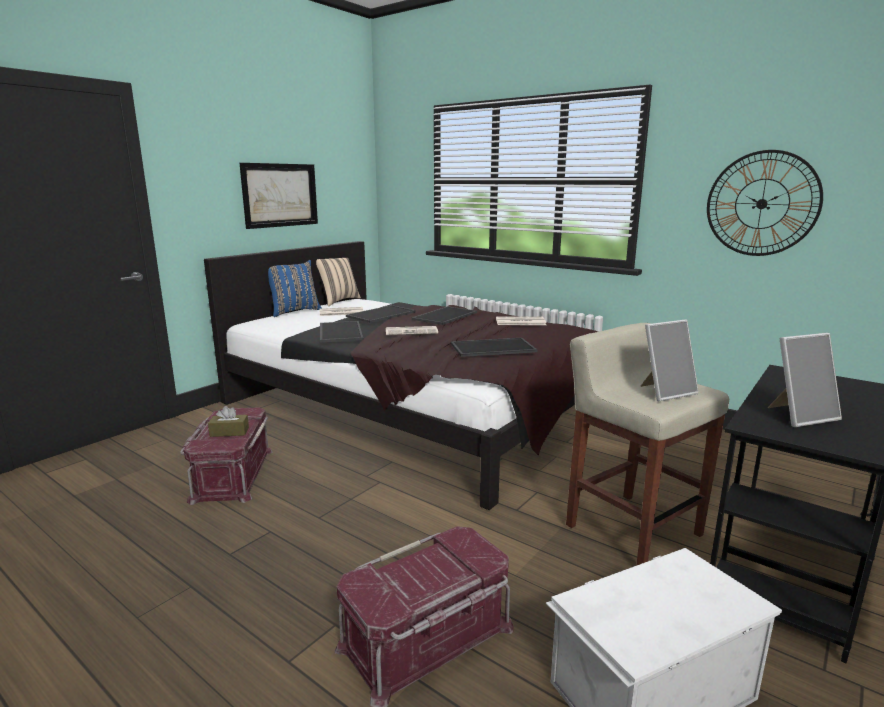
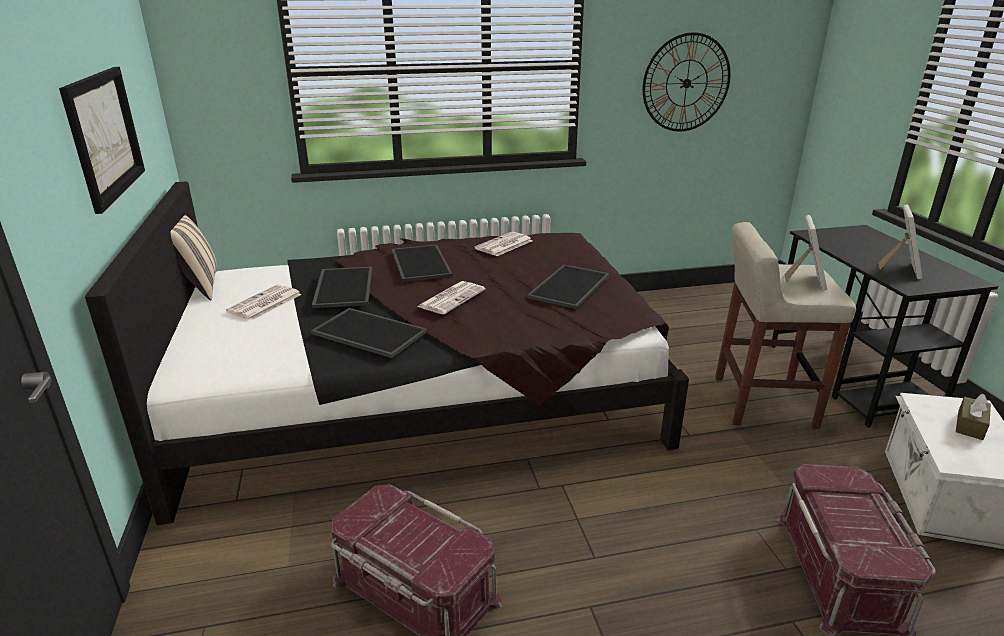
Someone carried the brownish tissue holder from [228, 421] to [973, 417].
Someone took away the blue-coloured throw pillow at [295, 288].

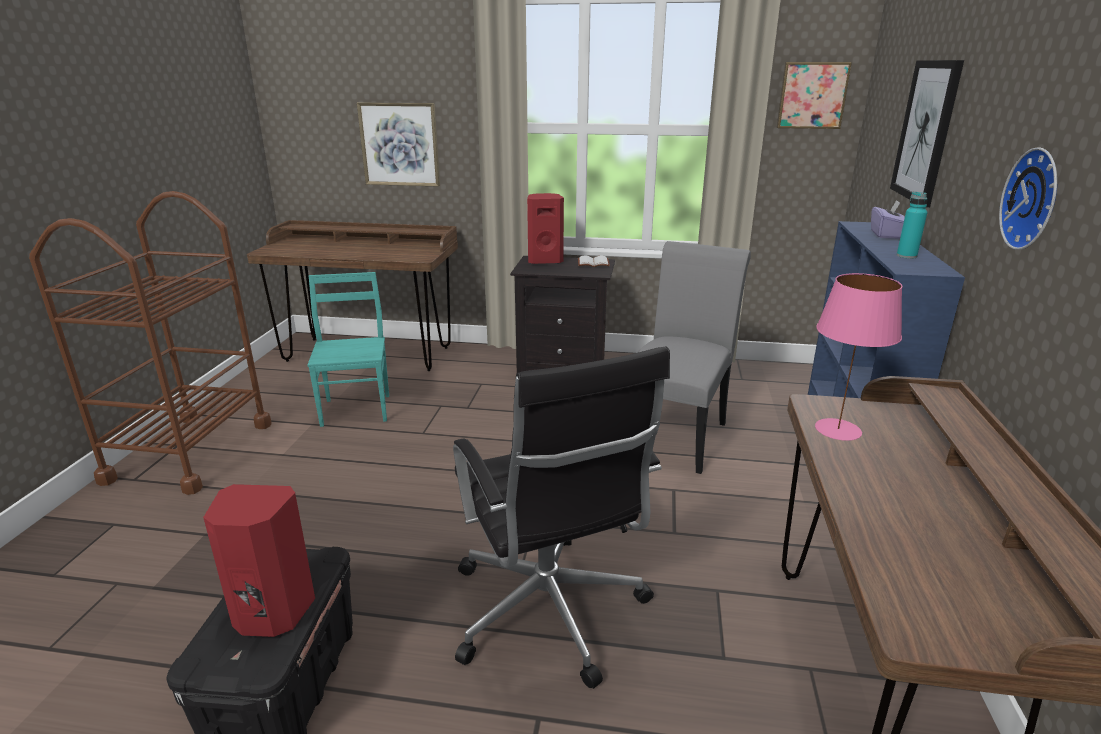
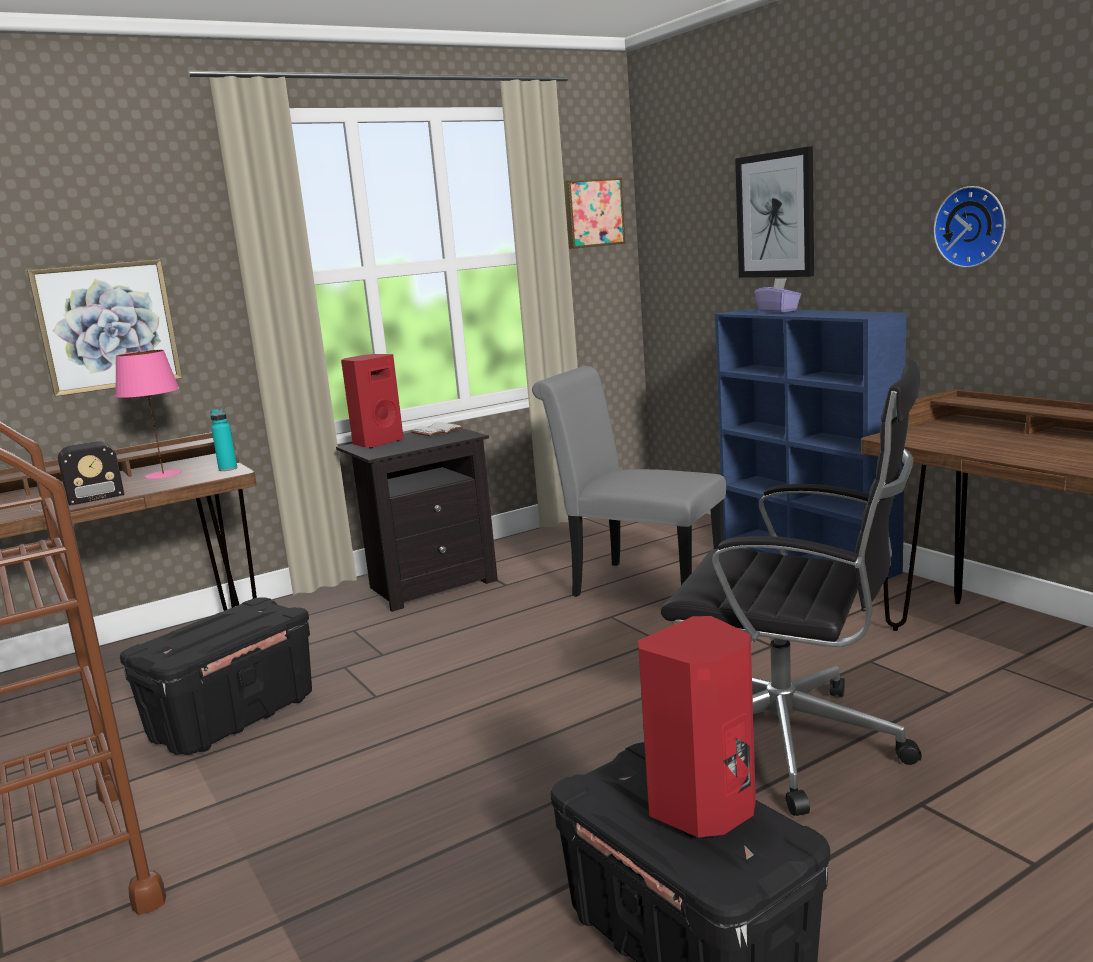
Someone swapped the blue-green upright chair at [348, 349] for the black storage bin at [216, 676].
Someone rotated the gray upright chair at [694, 357] by 45 degrees counterclockwise.
Someone carried the pink lamp for a table from [858, 357] to [148, 414].
Someone carried the blue-green bottle from [912, 225] to [224, 440].
Someone put down the radio at [77, 476].

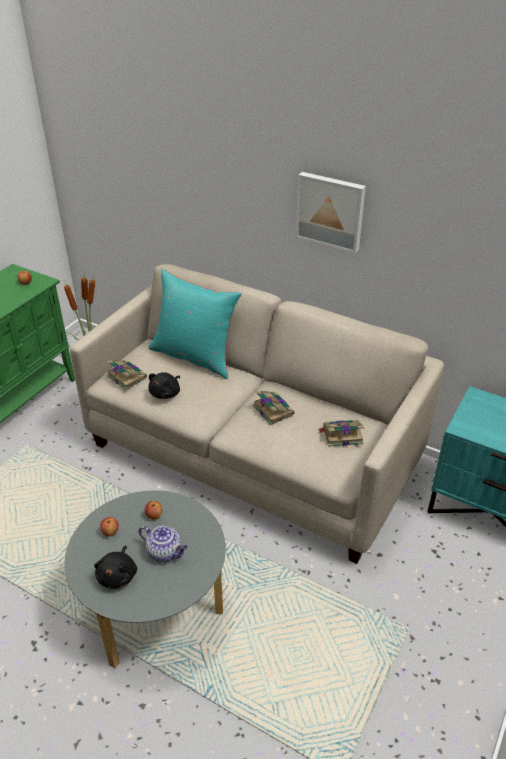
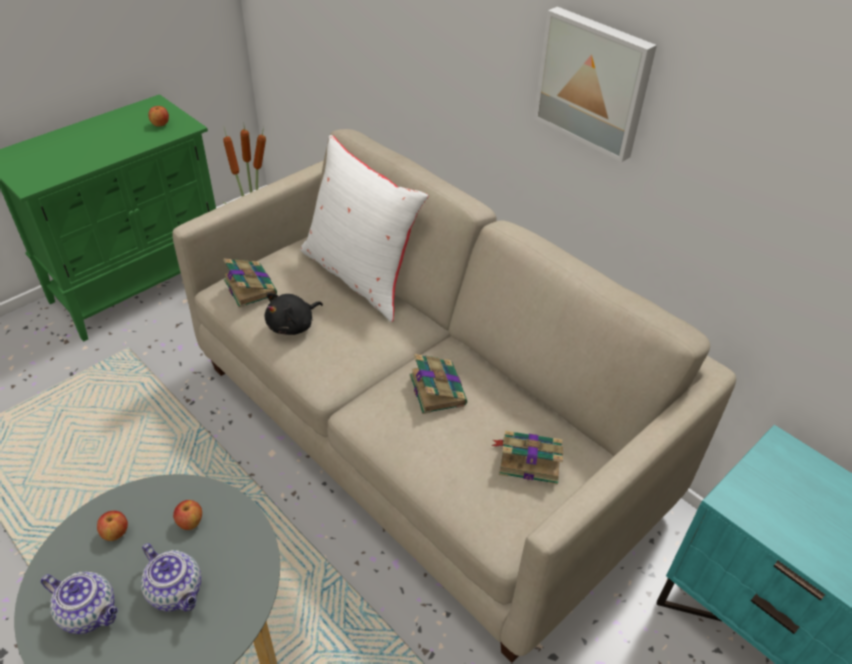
Someone swapped the black plush toy at [115, 567] for the pot for tea at [79, 602].
Someone repainted the blue-green throw pillow at [195, 324], which became the whitish throw pillow at [364, 228].

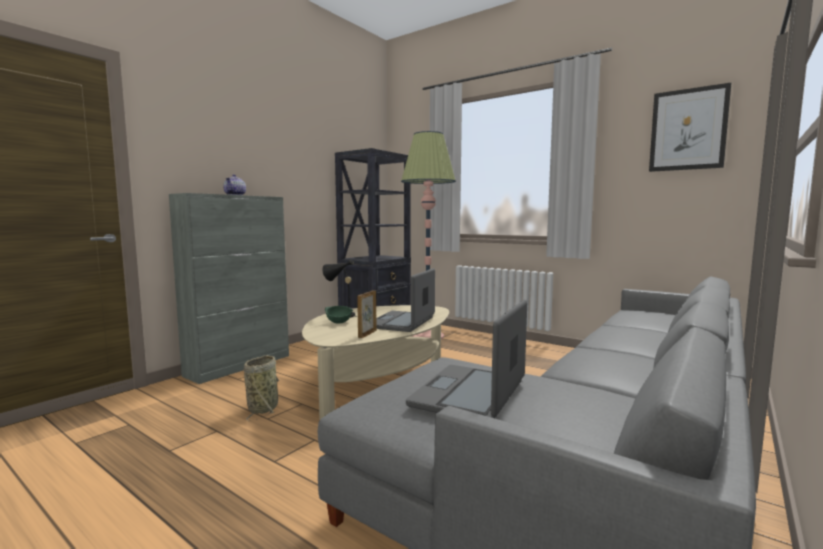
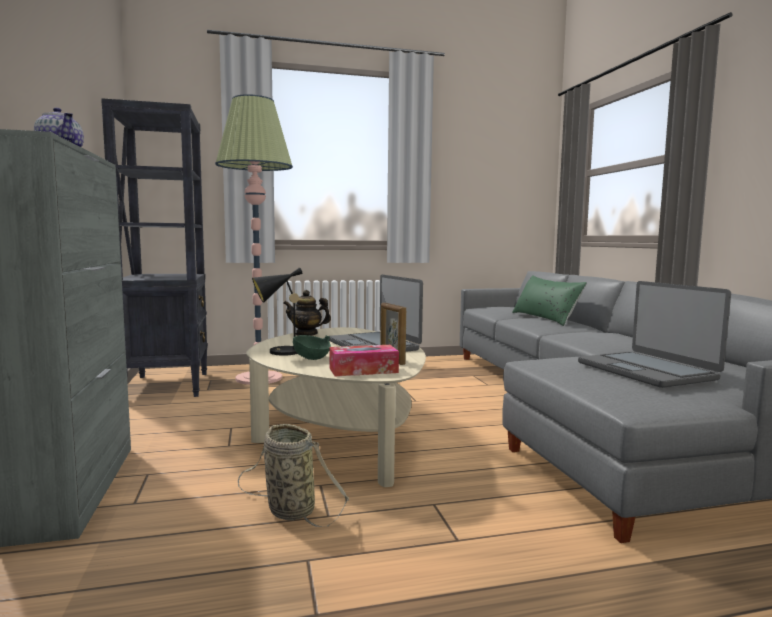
Someone took away the picture at [690, 127].
Someone put down the pot for tea at [307, 313].
Someone put down the tissue holder at [364, 360].
Someone put down the greenish throw pillow at [549, 300].

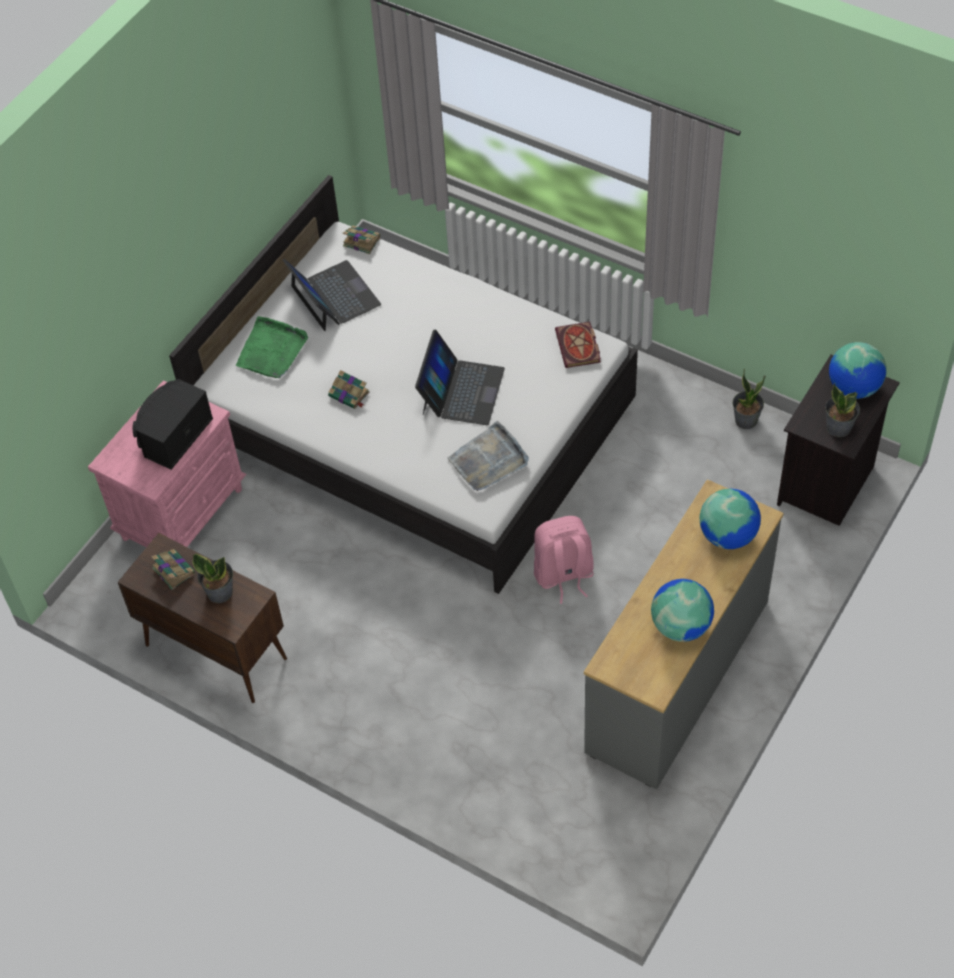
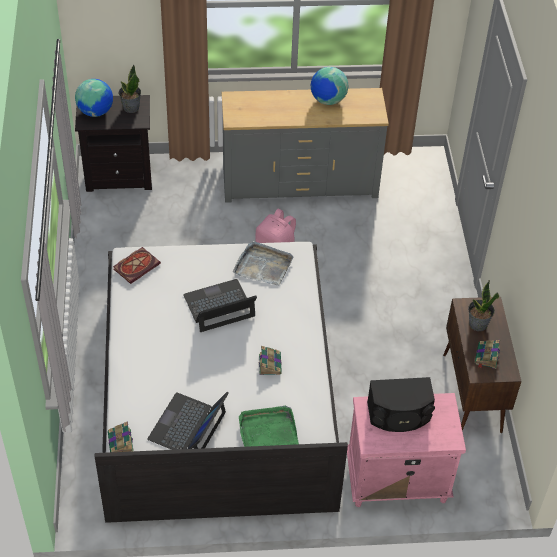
Someone took away the globe at [730, 519].
Someone took away the potted plant at [749, 399].

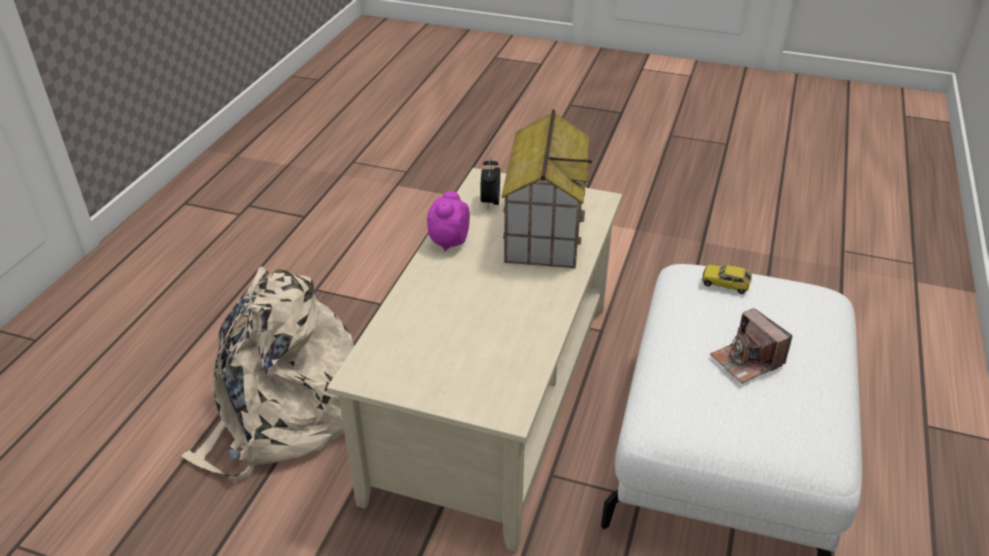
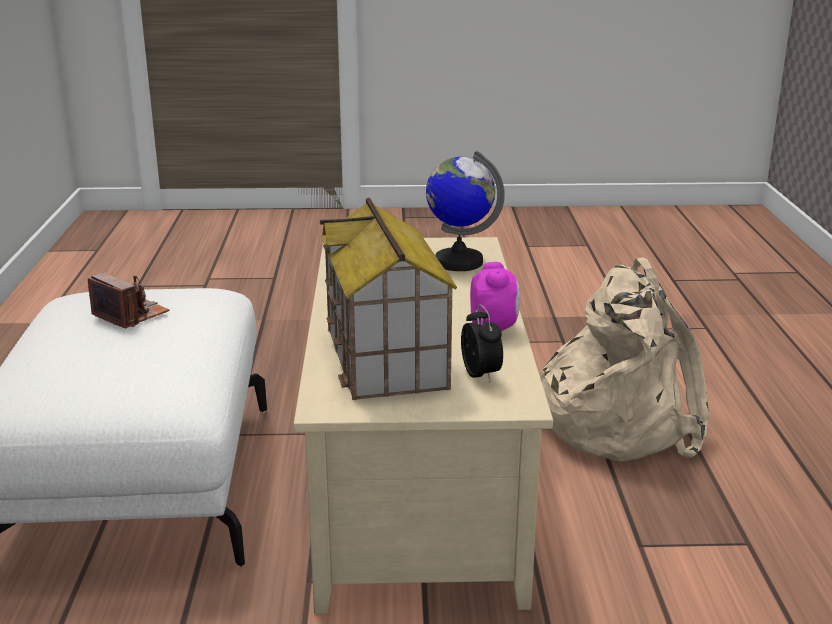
Someone took away the toy car at [727, 279].
Someone put down the globe at [465, 211].

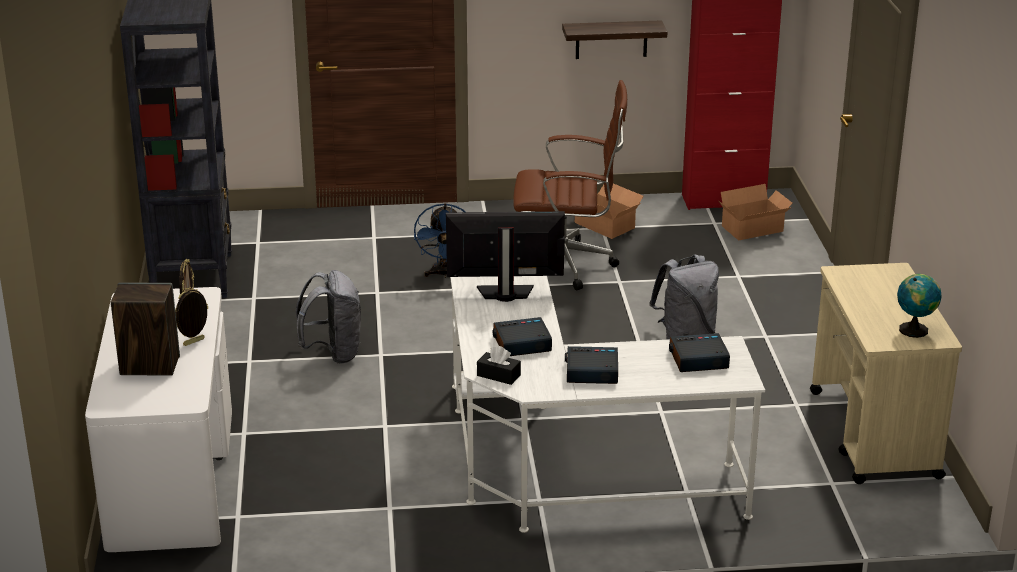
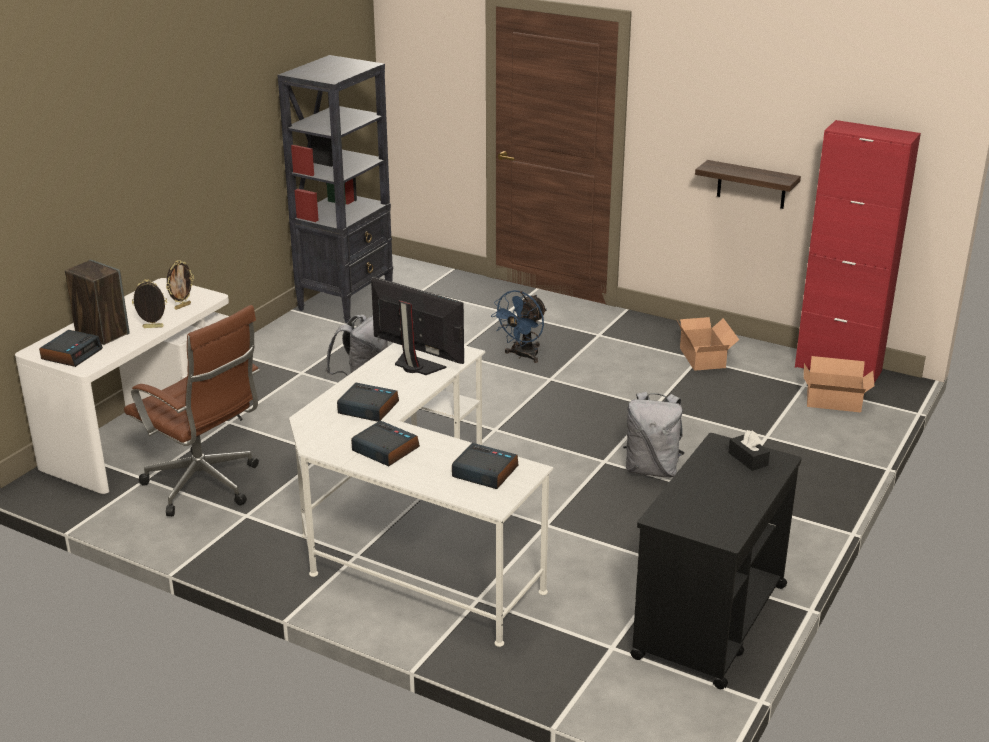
Someone carried the black tissue holder from [499, 365] to [749, 450].
Someone carried the brownish desk chair from [570, 185] to [192, 410].
Someone repainted the beige-coloured trolley at [886, 373], which became the black trolley at [716, 561].
Someone took away the globe at [919, 306].
Someone put down the bedside clock at [71, 348].

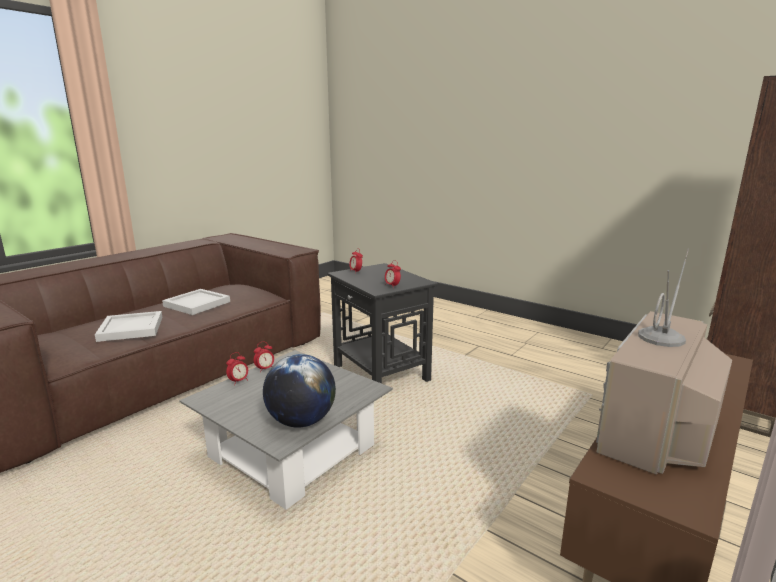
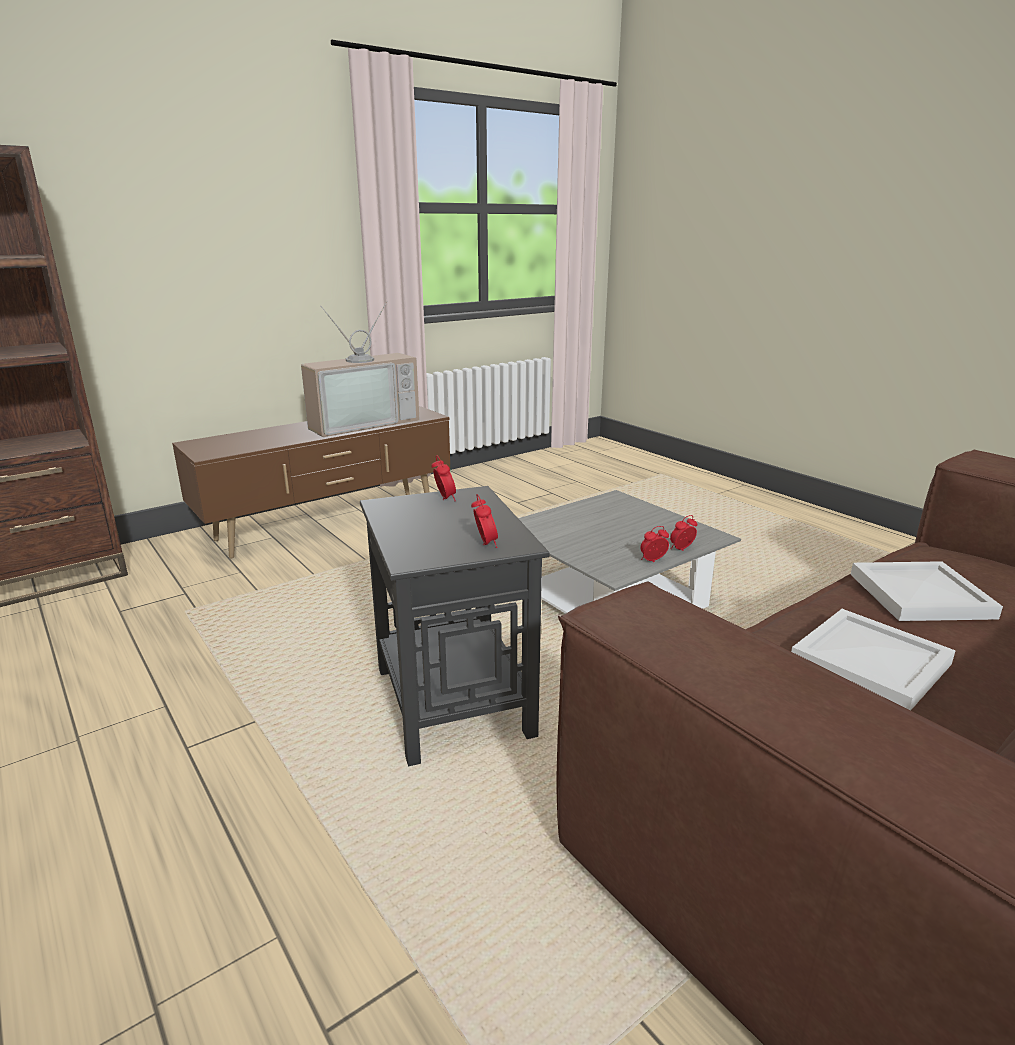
Someone took away the globe at [299, 391].

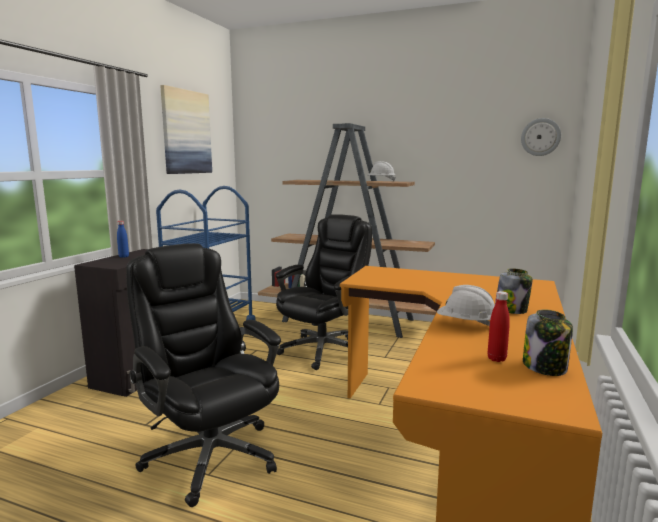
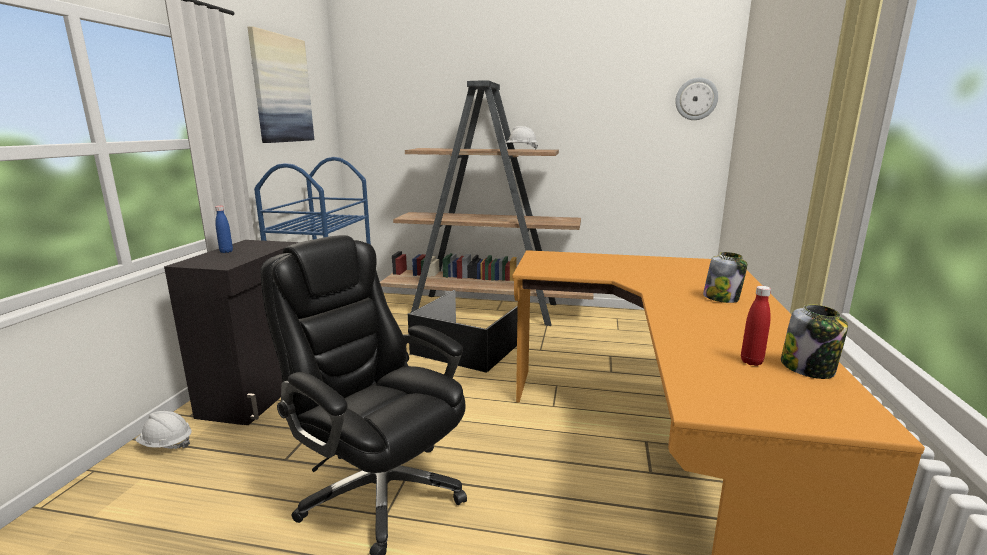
Someone swapped the black desk chair at [324, 292] for the black storage bin at [463, 331].
Someone carried the whitish work helmet from [466, 305] to [163, 430].

